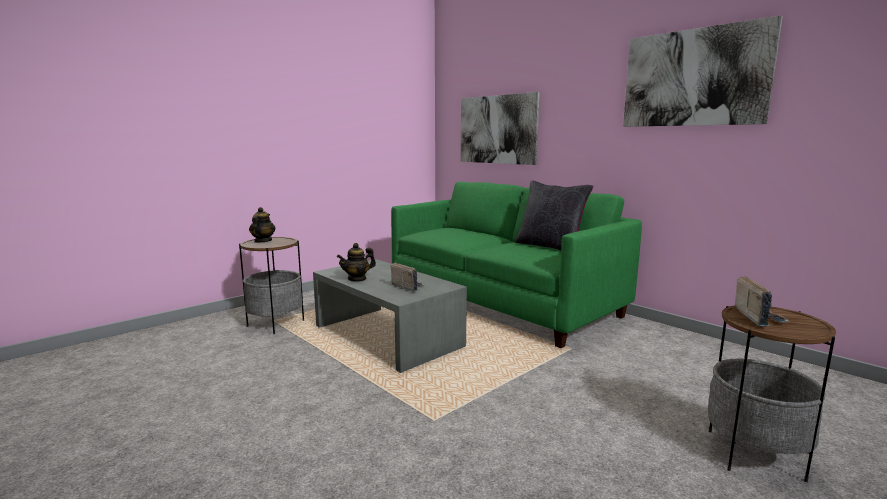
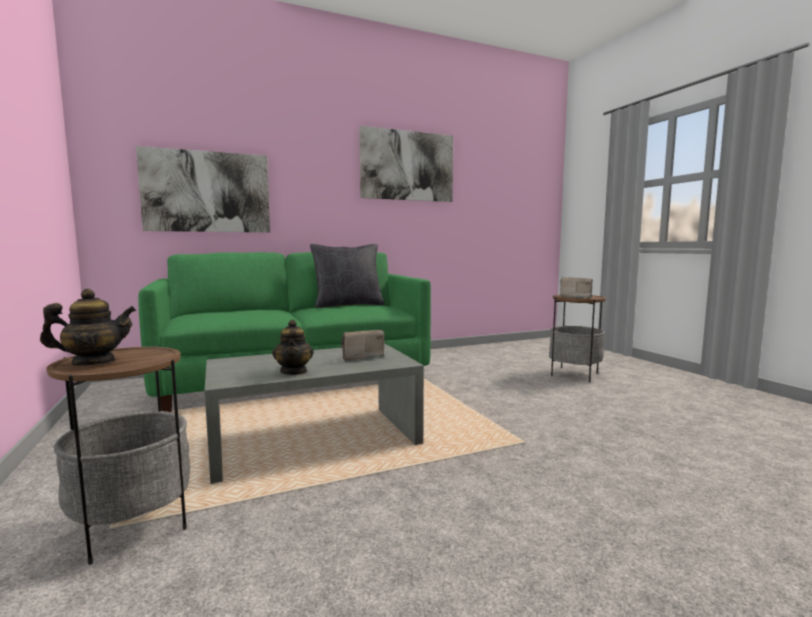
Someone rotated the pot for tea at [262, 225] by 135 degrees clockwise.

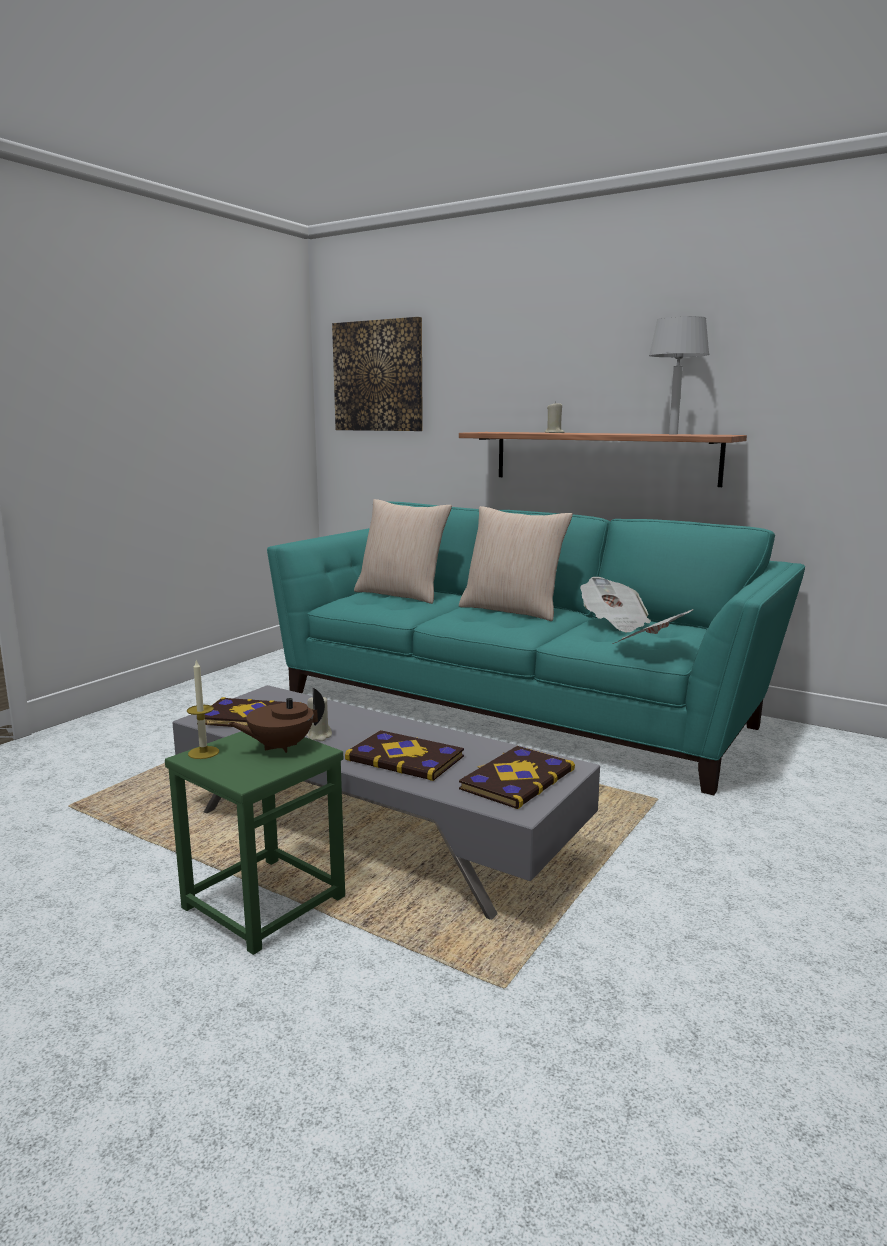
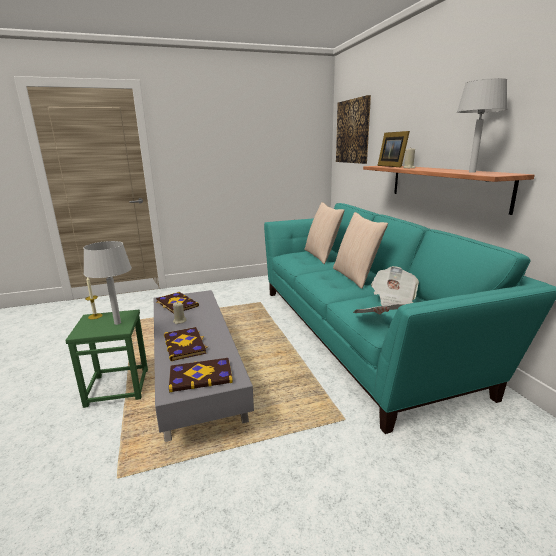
Someone swapped the brownish pot for tea at [276, 720] for the gray lamp for a table at [107, 283].
Someone put down the photo frame at [394, 149].

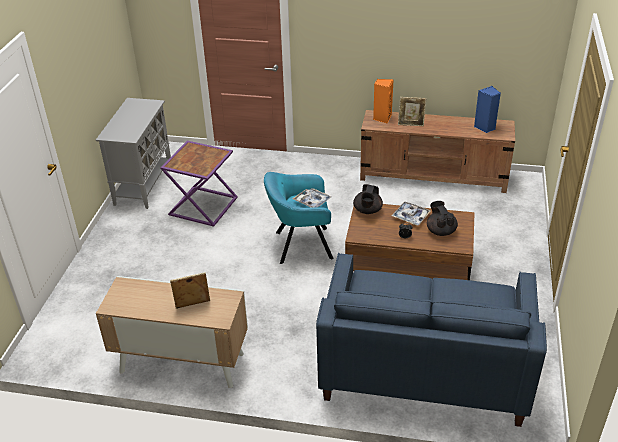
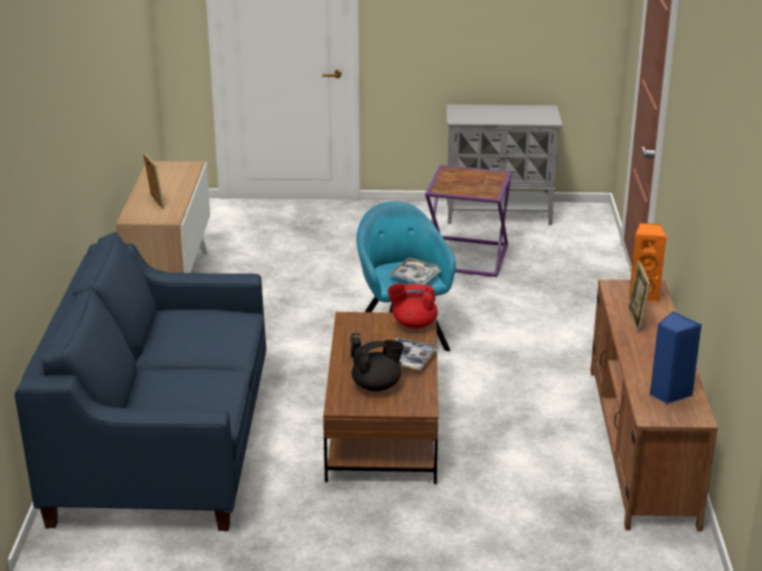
Someone repainted the black pot for tea at [368, 199], which became the reddish pot for tea at [413, 306].

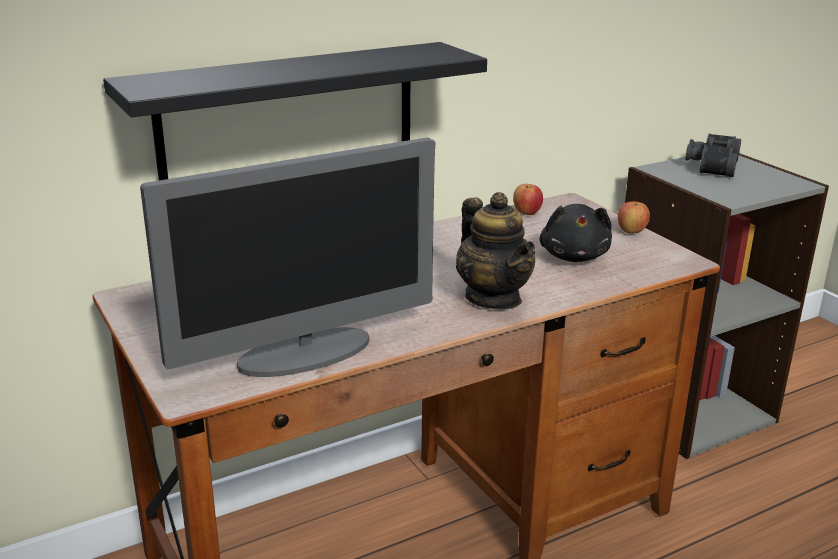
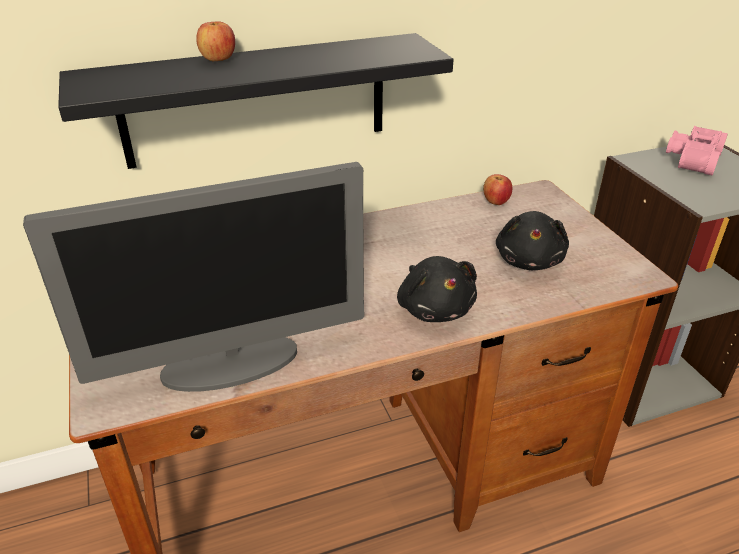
Someone swapped the pot for tea at [495, 251] for the black plush toy at [437, 289].
Someone carried the whole apple from [634, 217] to [215, 41].
Someone repainted the black pair of binoculars at [713, 155], which became the pink pair of binoculars at [697, 150].

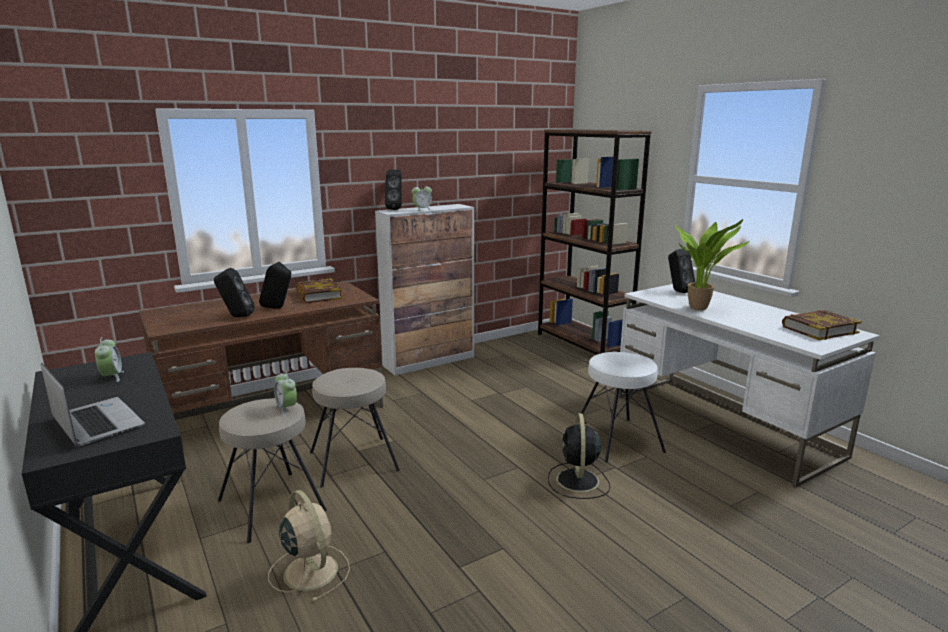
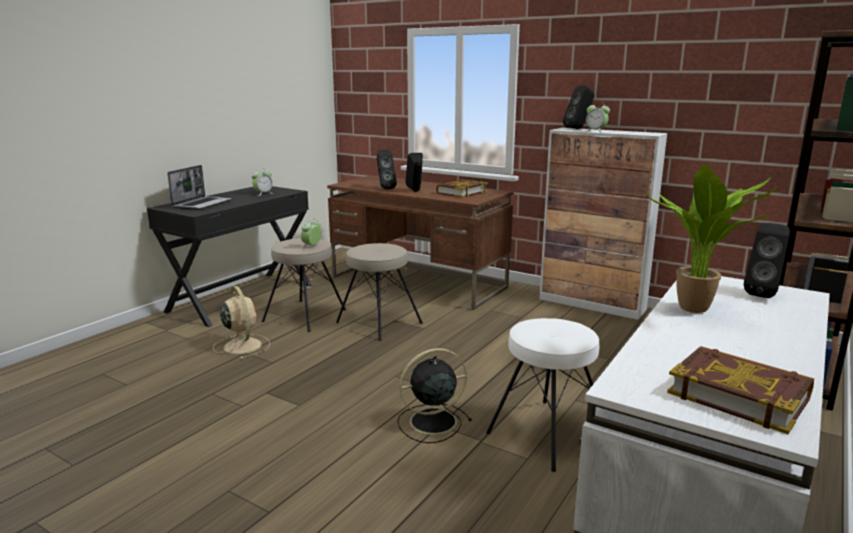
Someone rotated the beige-coloured electric fan at [309, 546] by 60 degrees counterclockwise.

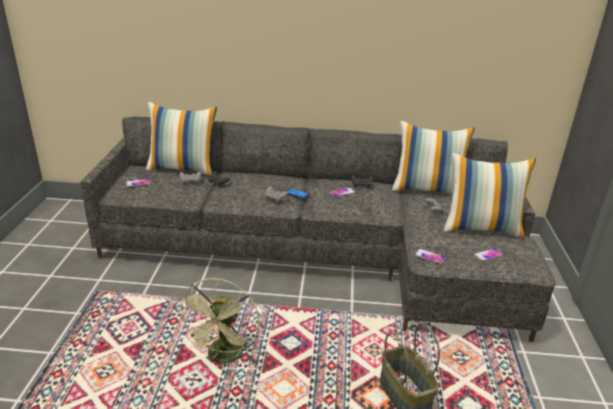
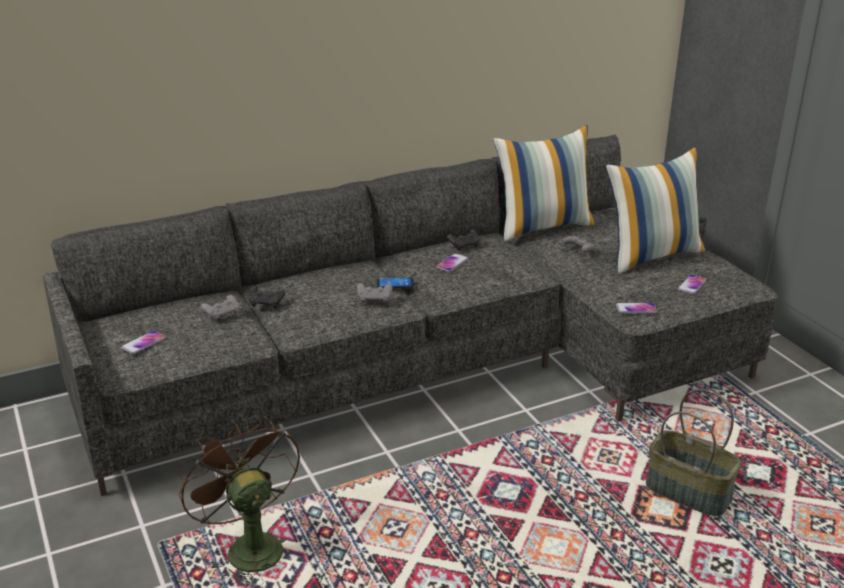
Someone took away the throw pillow at [181, 138].
Someone took away the greenish electric fan at [218, 320].
Someone put down the brownish electric fan at [238, 501].

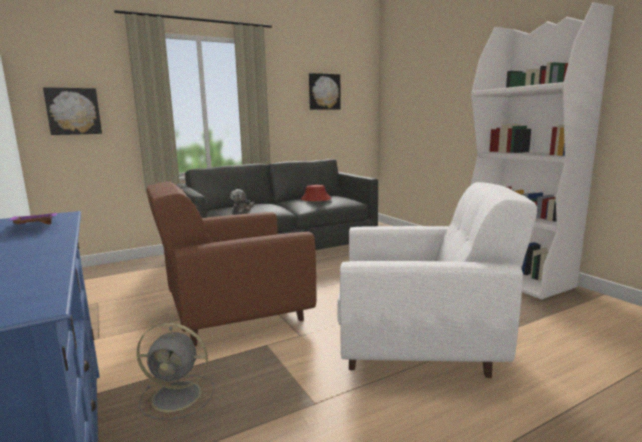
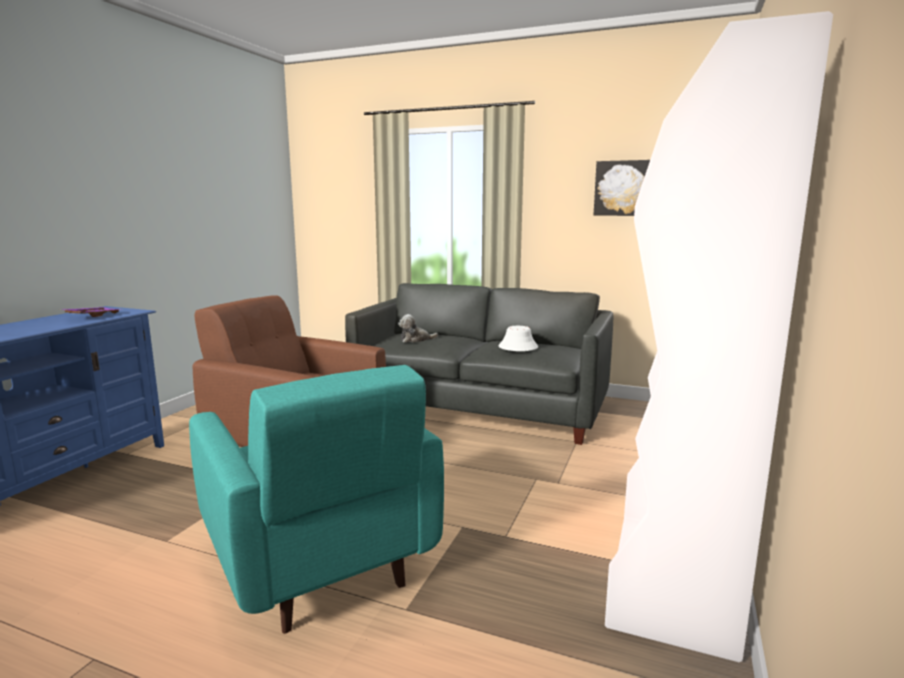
Someone took away the picture at [72, 111].
Someone took away the gray electric fan at [175, 371].
Someone repainted the reddish wearable hat at [316, 193], which became the whitish wearable hat at [518, 338].
Someone repainted the whitish armchair at [437, 280], which became the blue-green armchair at [316, 499].

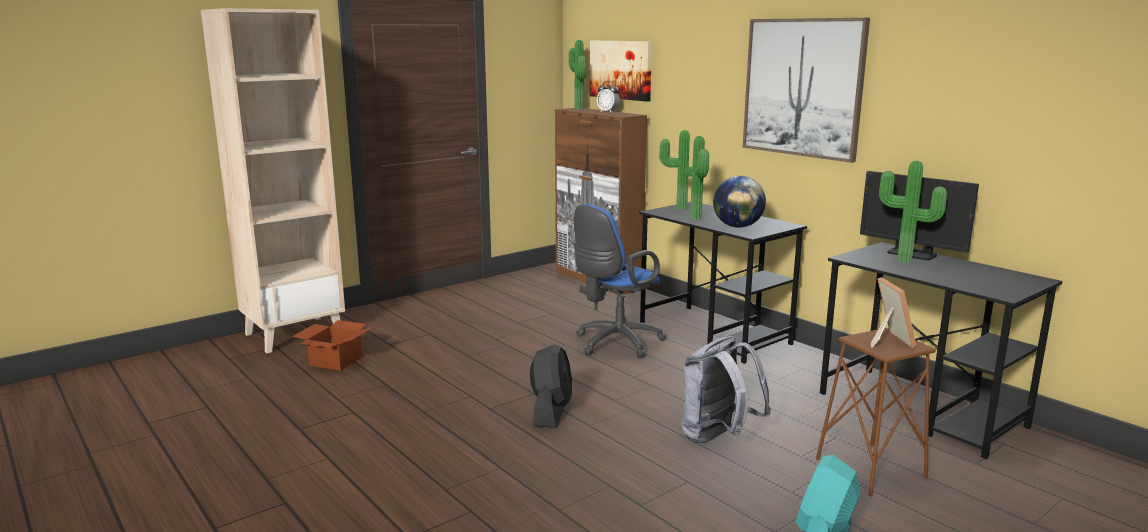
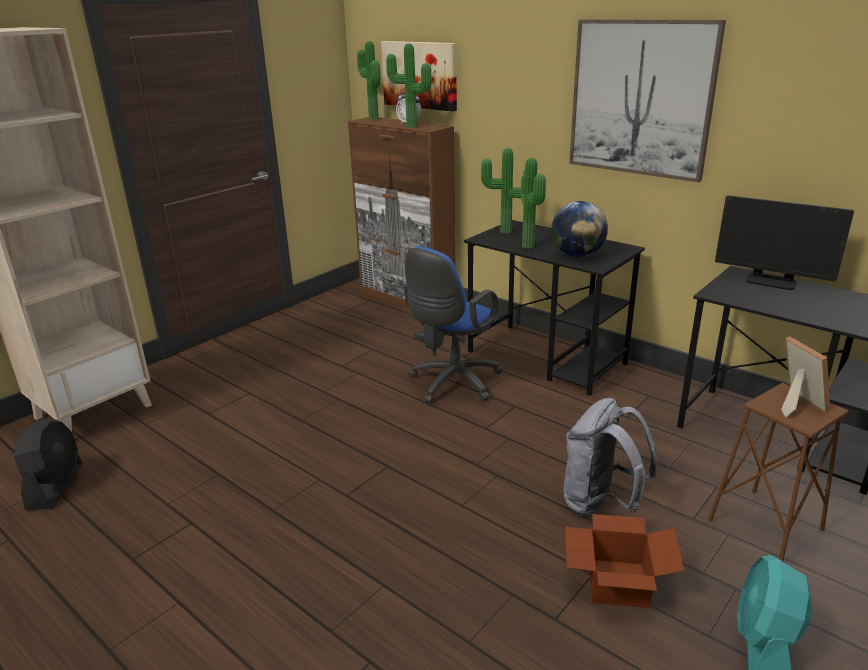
Someone carried the carton from [332, 345] to [624, 561].
Someone carried the black electric fan from [551, 386] to [48, 464].
Someone carried the potted plant from [913, 212] to [409, 86].

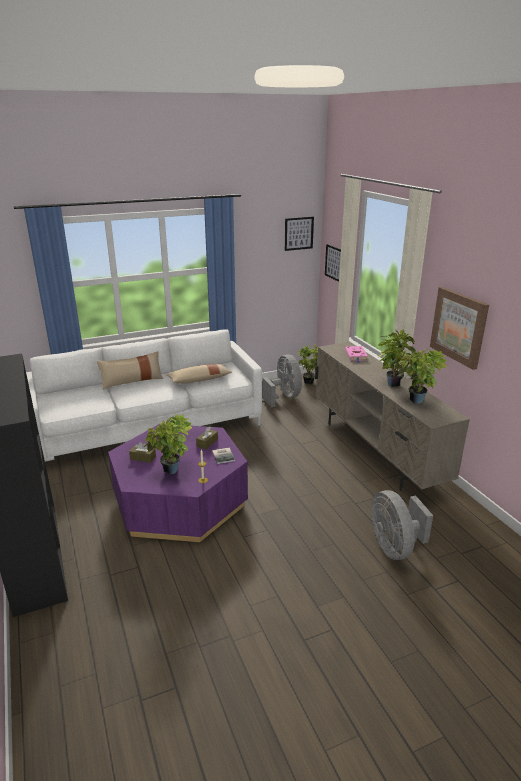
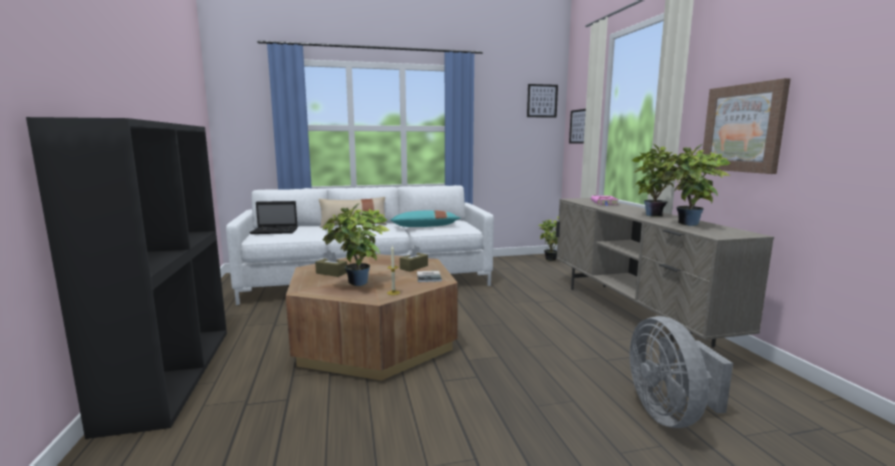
Someone repainted the purple-coloured lounge table at [178, 483], which became the brownish lounge table at [372, 317].
Someone repainted the beige-coloured throw pillow at [199, 374], which became the blue-green throw pillow at [425, 218].
Someone took away the gray electric fan at [282, 381].
Someone put down the laptop at [273, 217].

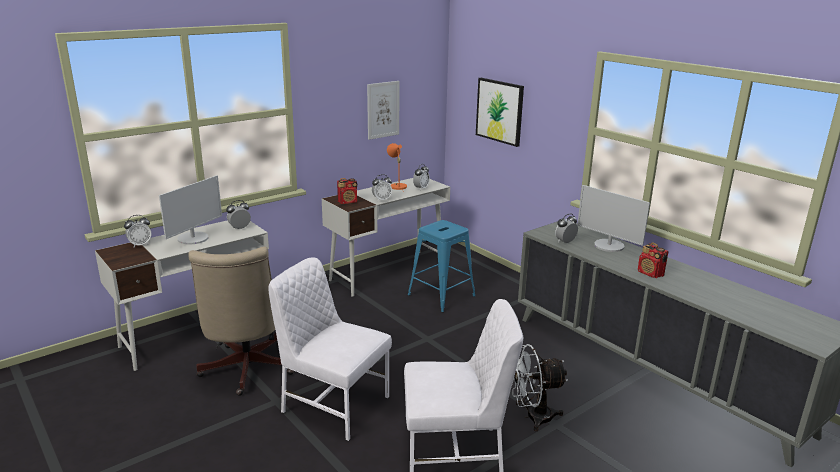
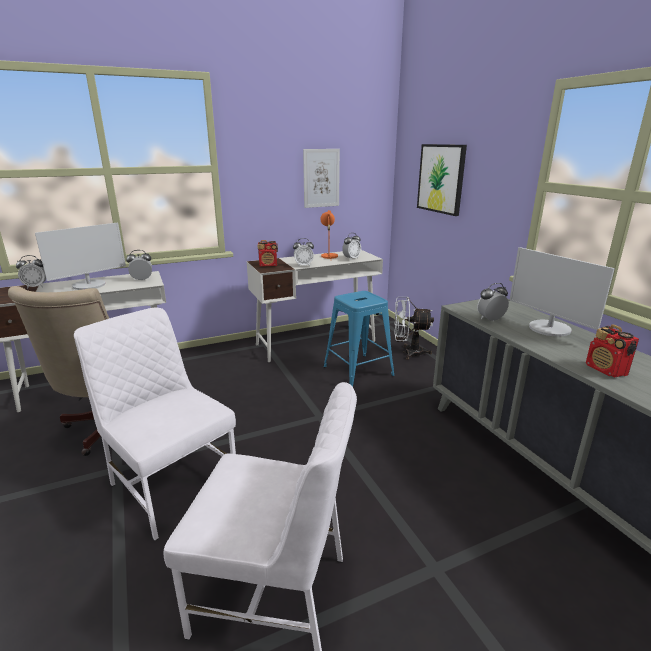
Someone carried the whitish electric fan from [540, 387] to [414, 328].

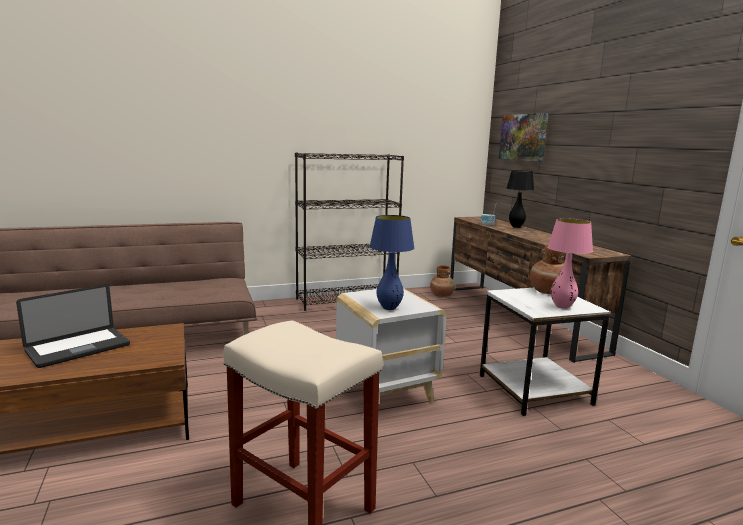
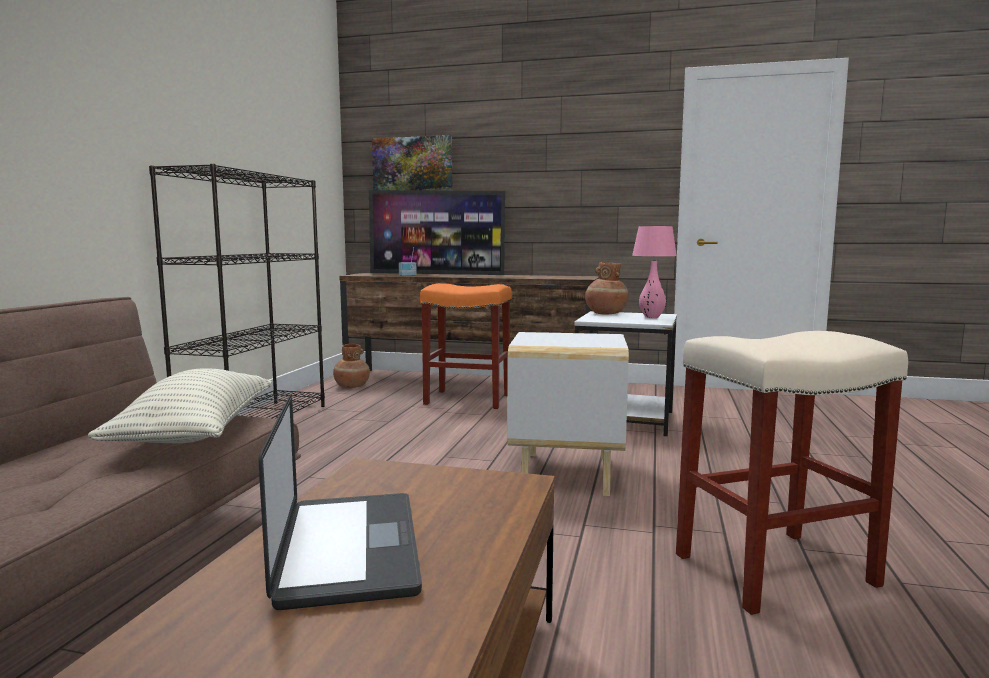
Someone took away the blue-coloured lamp for a table at [391, 262].
Someone swapped the black lamp for a table at [520, 199] for the TV at [437, 232].
Someone put down the throw pillow at [180, 406].
Someone put down the orange stool at [466, 346].

